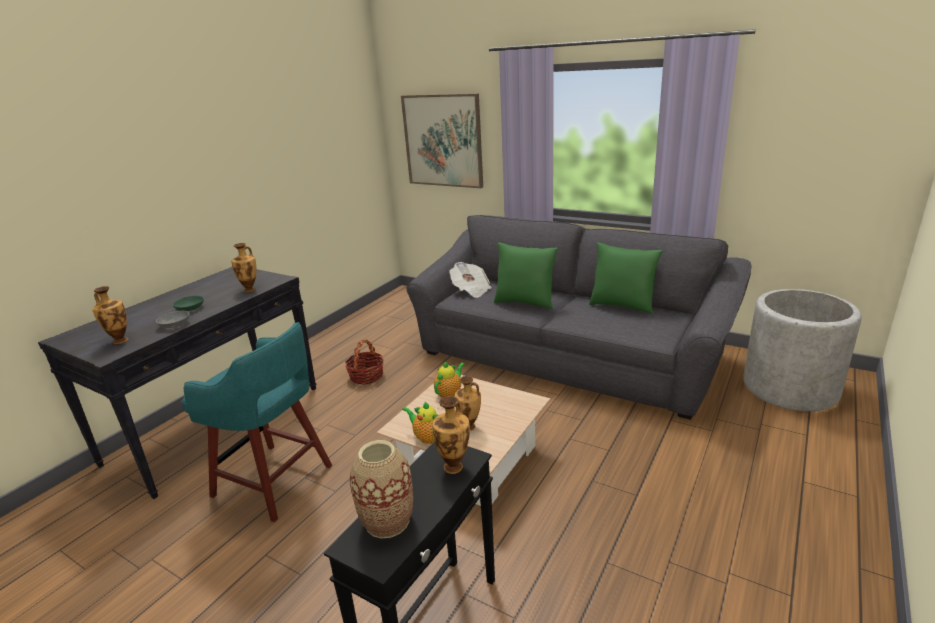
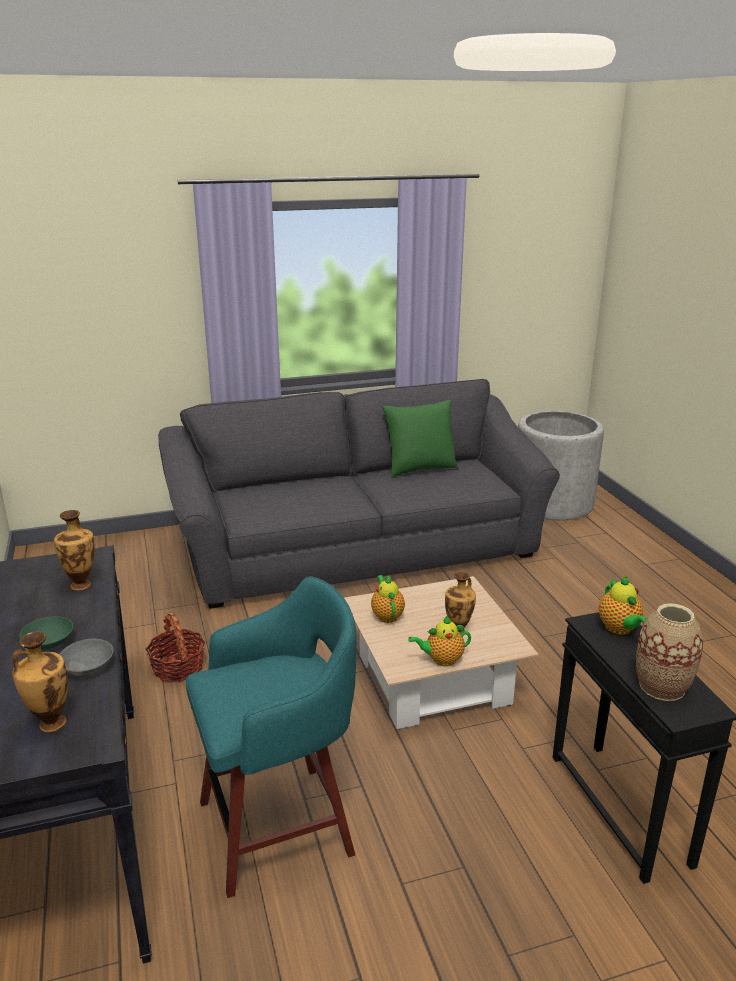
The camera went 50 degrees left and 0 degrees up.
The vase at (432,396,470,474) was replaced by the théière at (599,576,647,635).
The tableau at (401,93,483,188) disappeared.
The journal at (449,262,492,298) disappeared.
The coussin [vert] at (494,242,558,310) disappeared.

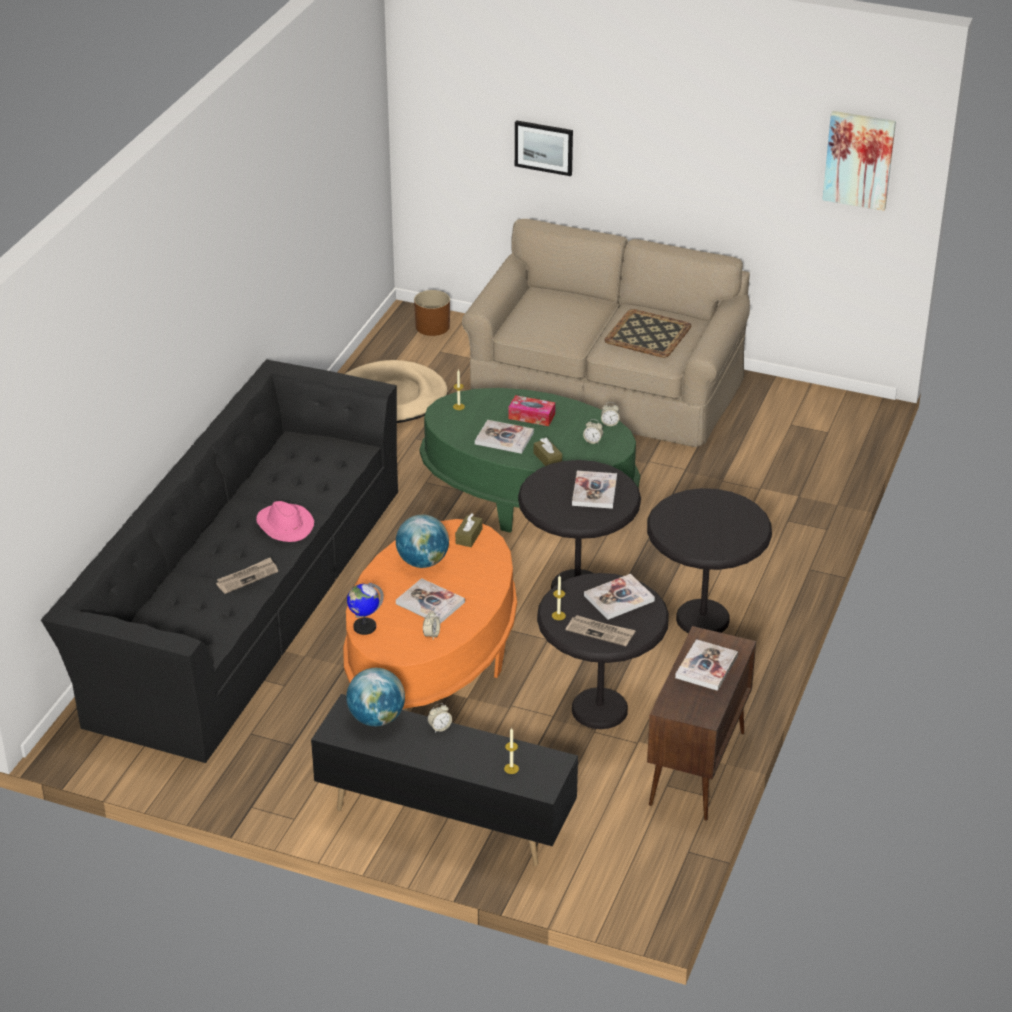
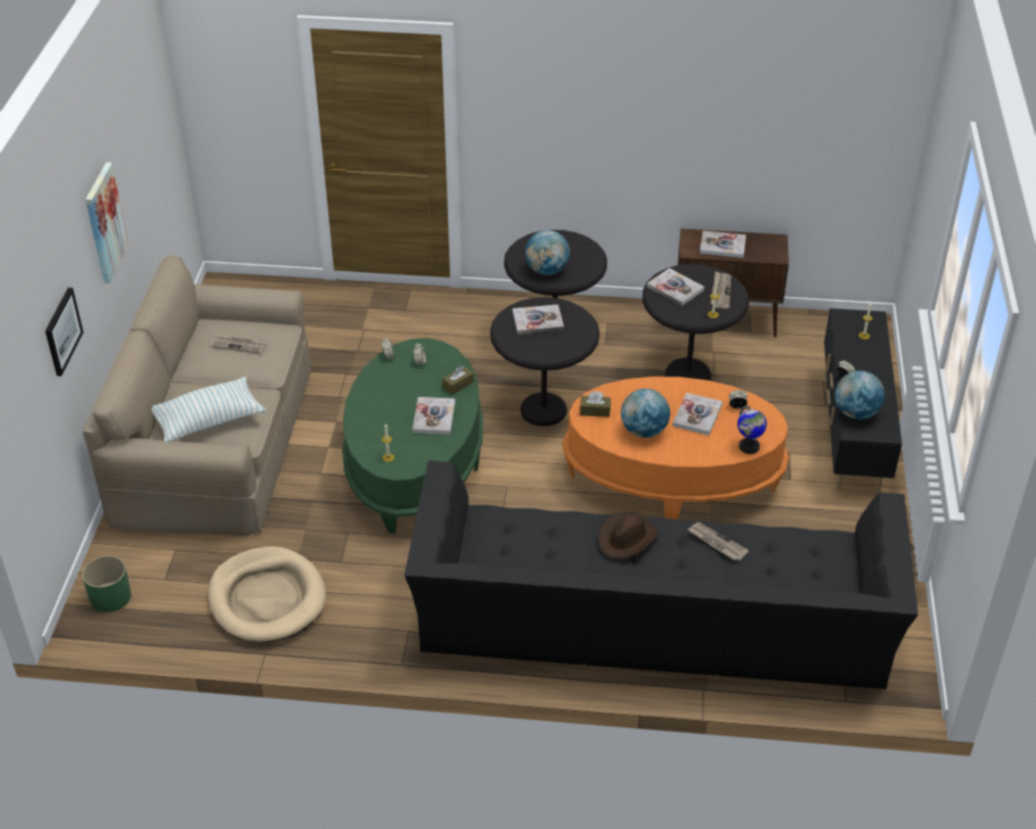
The camera went 105 degrees left and 5 degrees up.
The cache-pot [marron] at (414,290,450,336) became the cache-pot [vert] at (82,556,131,612).
The tableau moved from (822,111,896,211) to (85,162,129,284).
The coussin at (152,377,266,443) appeared.
The plateau at (604,309,691,358) was replaced by the journal at (210,334,267,354).
The globe at (525,230,570,275) appeared.
The chapeau [rose] at (256,501,314,542) became the chapeau [marron] at (598,512,658,559).
The boîte à mouchoirs at (508,395,555,426) disappeared.

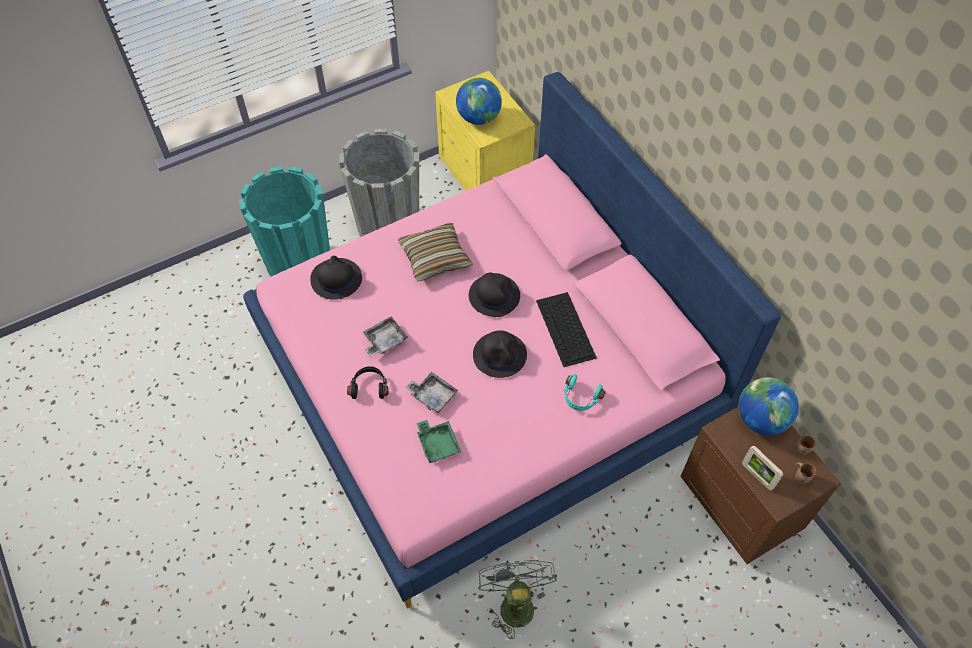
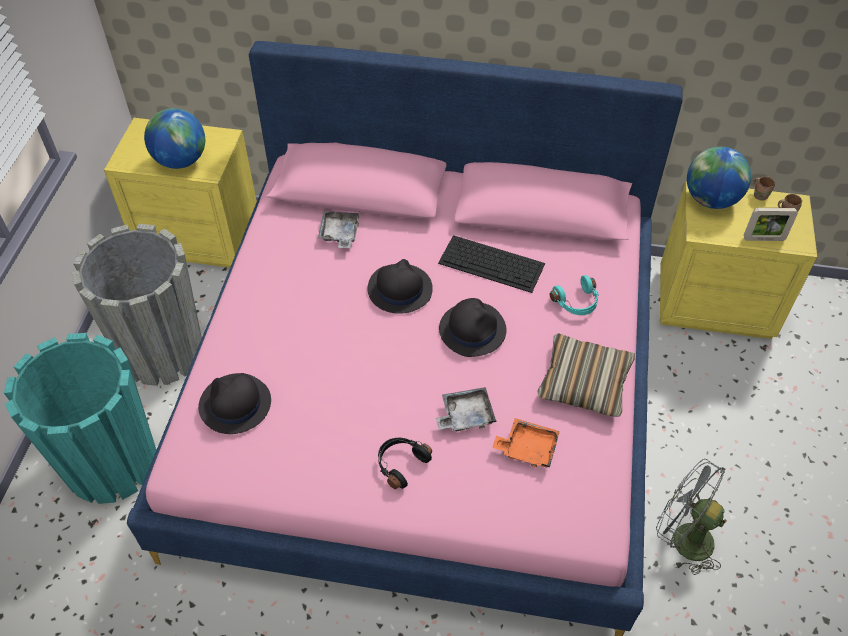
The camera went 50 degrees left and 5 degrees down.
The plateau [gris] moved from (363,316,408,357) to (318,211,359,248).
The plateau [vert] at (417,420,461,463) became the plateau [orange] at (492,418,560,467).
The coussin moved from (398,223,473,281) to (537,334,635,417).
The table de chevet [marron] at (681,406,841,564) became the table de chevet [jaune] at (660,181,817,339).

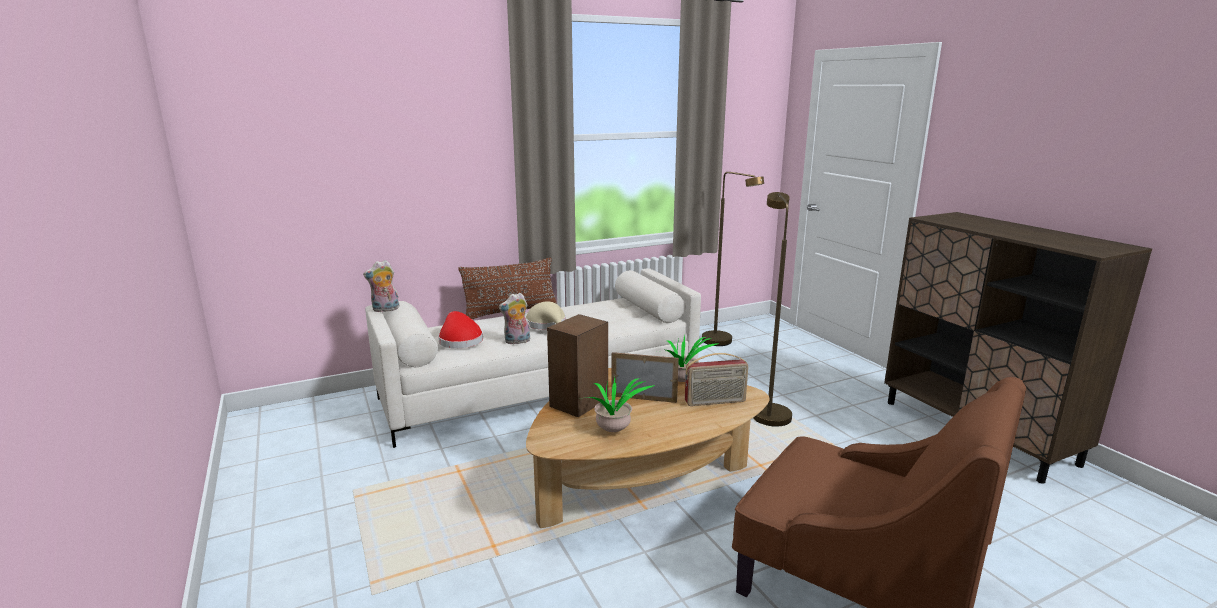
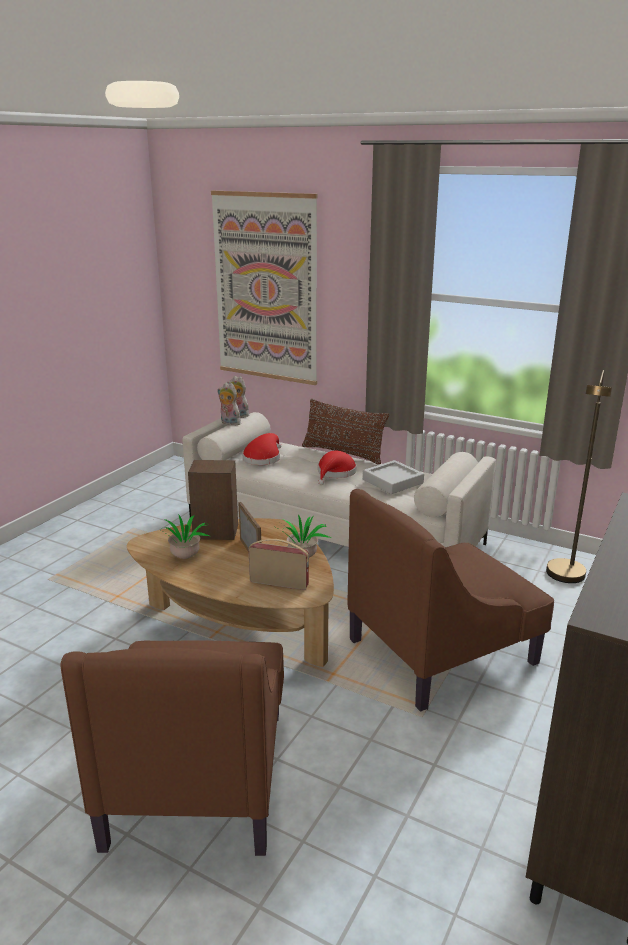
The camera went 55 degrees right and 5 degrees up.
The tableau at (211,191,317,385) appeared.
The peluche moved from (498,293,530,344) to (218,382,241,425).
The radio at (685,353,748,406) turned 150 degrees clockwise.
The chapeau [beige] at (525,301,566,330) became the chapeau [rouge] at (318,451,357,485).
The lampadaire [marron] at (753,192,792,427) was replaced by the fauteuil [marron] at (347,489,554,712).
The plateau [gris] at (363,460,424,494) appeared.

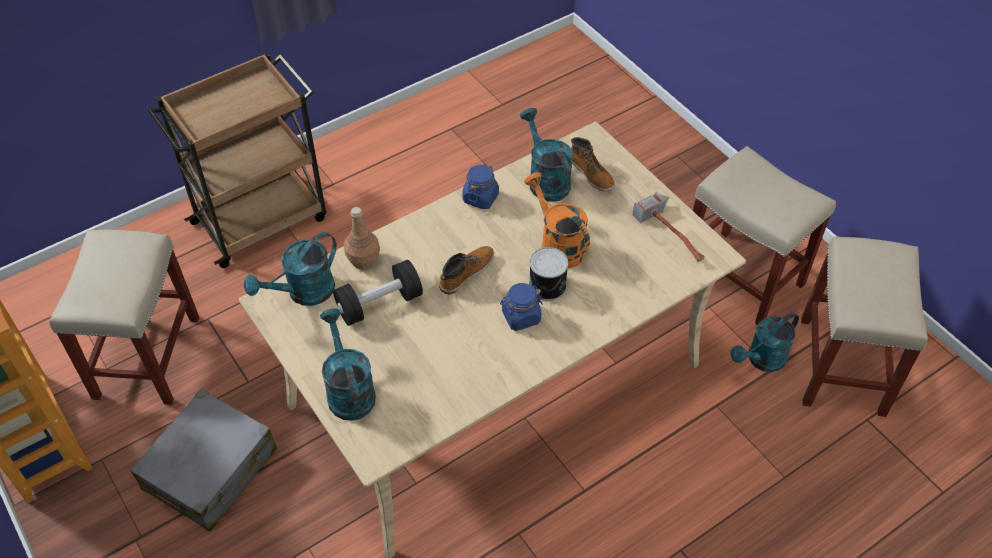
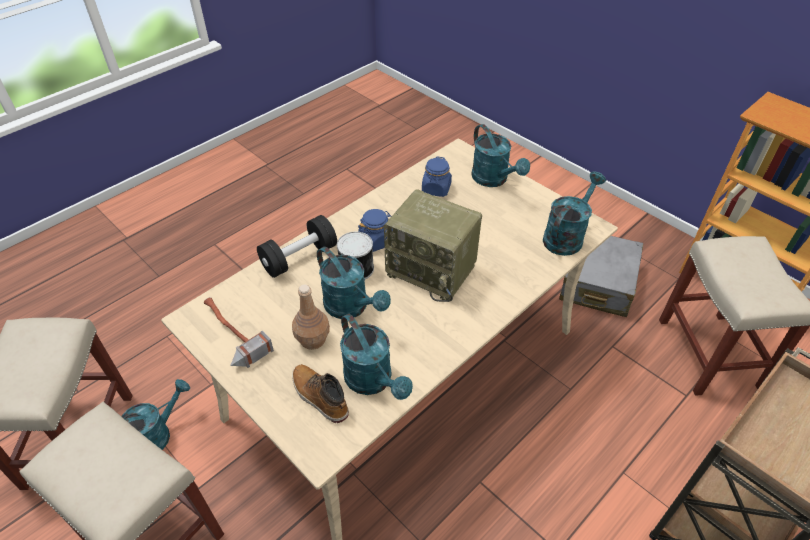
The camera went 170 degrees right and 5 degrees down.
The haltère [noir] moved from (333,260,423,326) to (257,215,337,278).
The bouteille [marron] moved from (344,207,380,270) to (292,284,330,350).
The arrosoir [orange] at (524,172,590,268) became the arrosoir [turquoise] at (317,247,391,319).
The botte at (439,246,494,294) was replaced by the radio at (384,189,482,302).
The bocal [bleu] moved from (462,164,499,210) to (422,156,452,197).

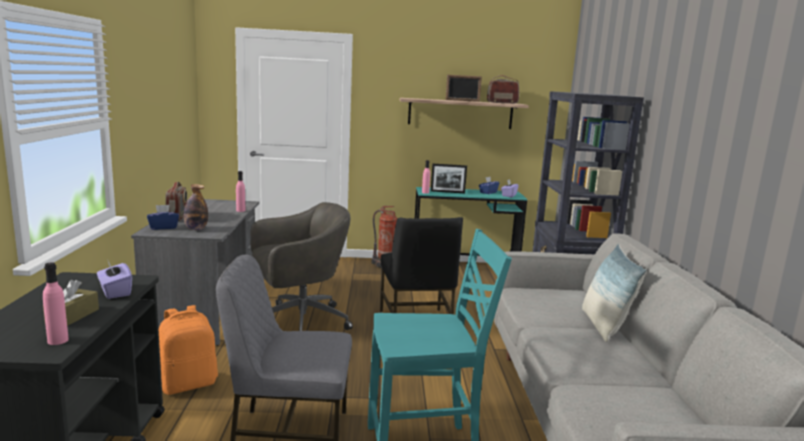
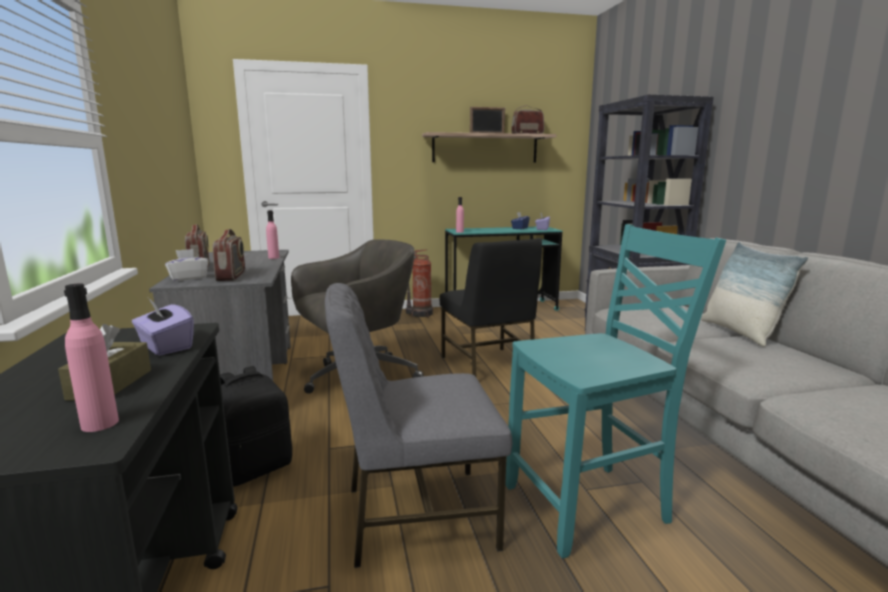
The camera went 10 degrees left and 0 degrees up.
The boîte à mouchoirs [bleu] at (147,205,179,230) became the boîte à mouchoirs [blanc] at (165,249,208,281).
The bouteille at (184,184,208,230) was replaced by the radio at (212,229,245,281).
The sac à dos [orange] at (159,305,218,395) became the sac à dos [noir] at (220,366,292,487).
The cadre photo at (431,164,467,193) disappeared.

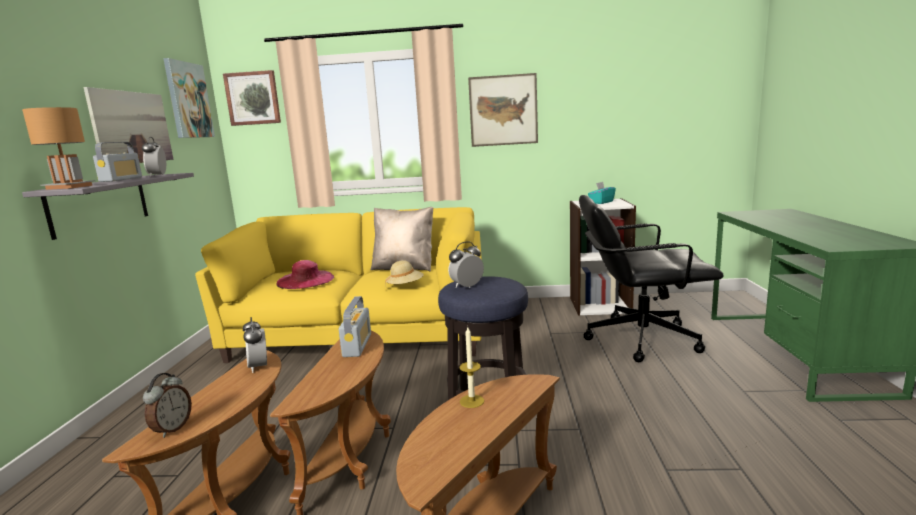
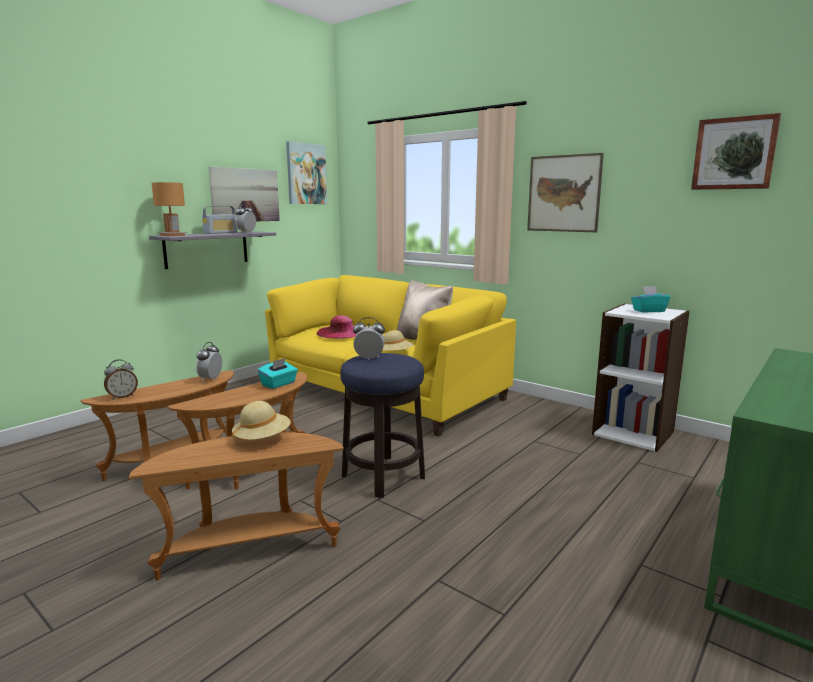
The camera went 35 degrees right and 0 degrees up.
The bougie at (459,327,484,408) was replaced by the chapeau [beige] at (232,401,291,445).
The radio at (339,296,371,357) was replaced by the boîte à mouchoirs [turquoise] at (258,358,298,389).
The tableau moved from (223,70,281,126) to (691,113,781,190).
The chaise de bureau [noir] at (579,195,724,362) disappeared.

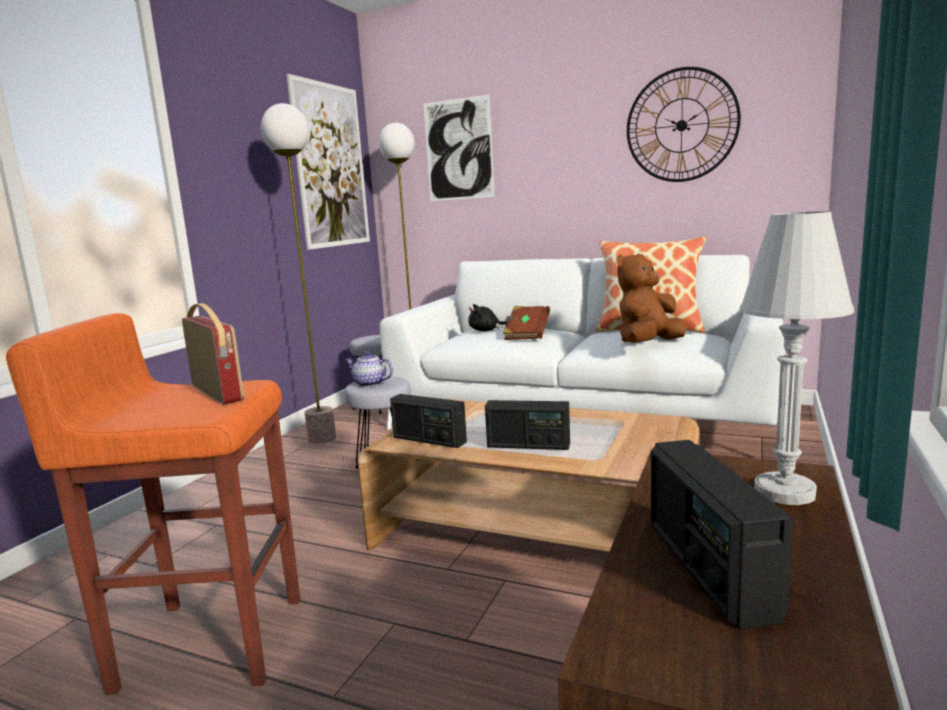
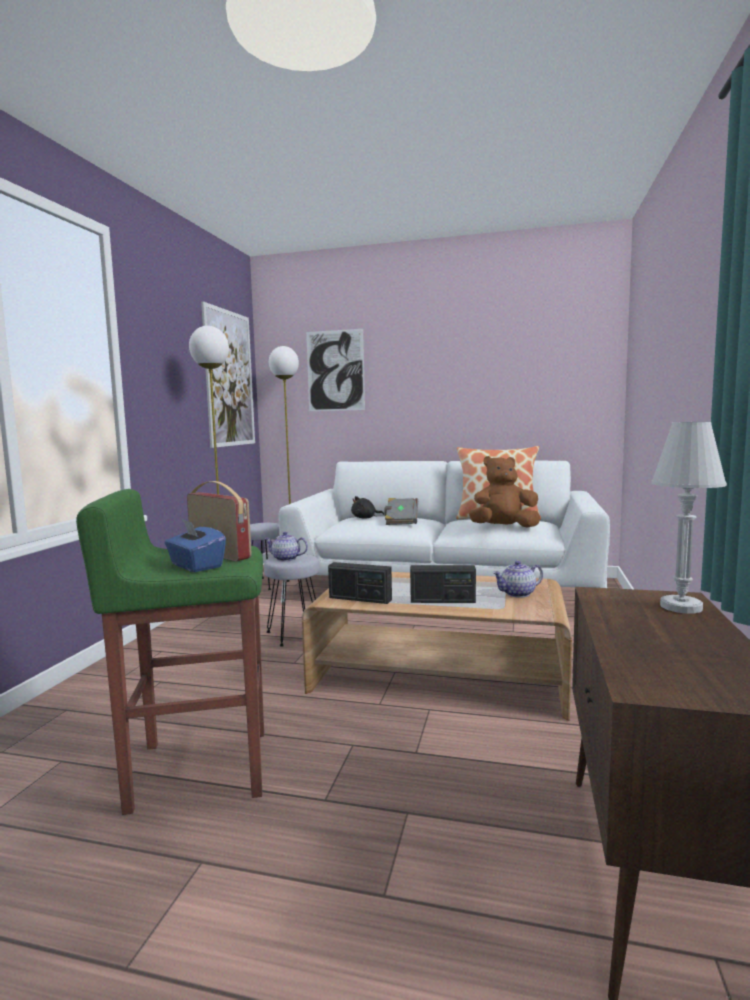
The camera went 10 degrees left and 5 degrees down.
The tabouret [orange] at (6,313,300,695) became the tabouret [vert] at (76,489,264,815).
The boîte à mouchoirs [bleu] at (164,519,226,572) appeared.
The livre [marron] at (503,306,550,340) became the livre [gris] at (384,498,418,525).
The peluche [marron] at (617,254,686,343) turned 45 degrees clockwise.
The théière at (493,561,543,598) appeared.
The horloge murale at (627,67,741,182) disappeared.
The radio at (651,440,794,629) disappeared.

